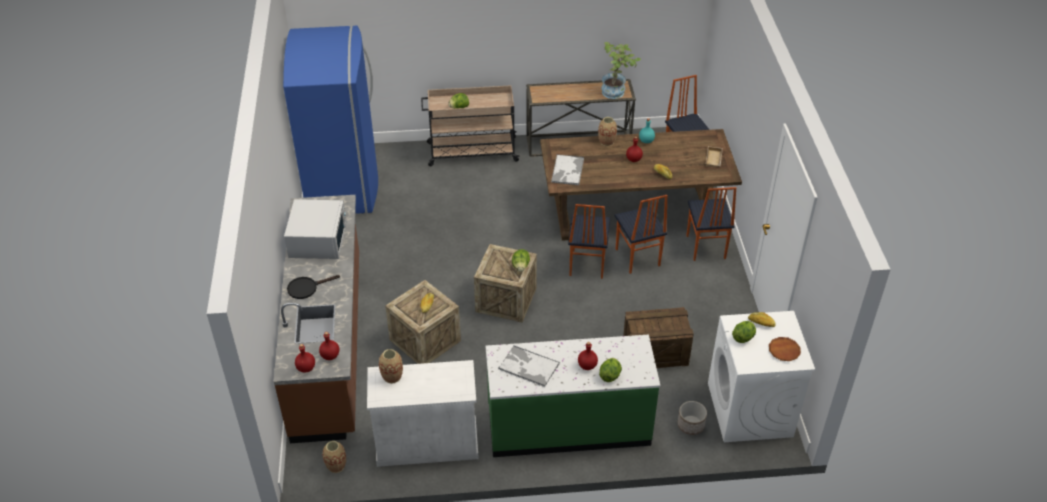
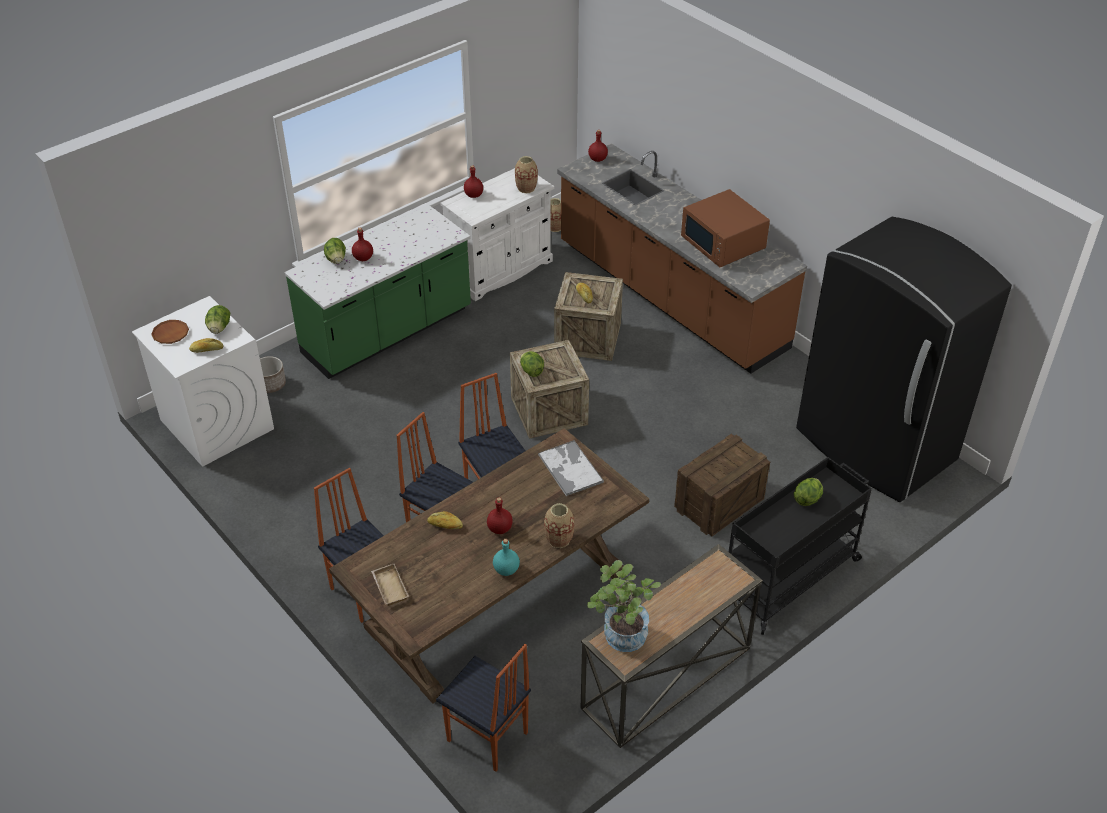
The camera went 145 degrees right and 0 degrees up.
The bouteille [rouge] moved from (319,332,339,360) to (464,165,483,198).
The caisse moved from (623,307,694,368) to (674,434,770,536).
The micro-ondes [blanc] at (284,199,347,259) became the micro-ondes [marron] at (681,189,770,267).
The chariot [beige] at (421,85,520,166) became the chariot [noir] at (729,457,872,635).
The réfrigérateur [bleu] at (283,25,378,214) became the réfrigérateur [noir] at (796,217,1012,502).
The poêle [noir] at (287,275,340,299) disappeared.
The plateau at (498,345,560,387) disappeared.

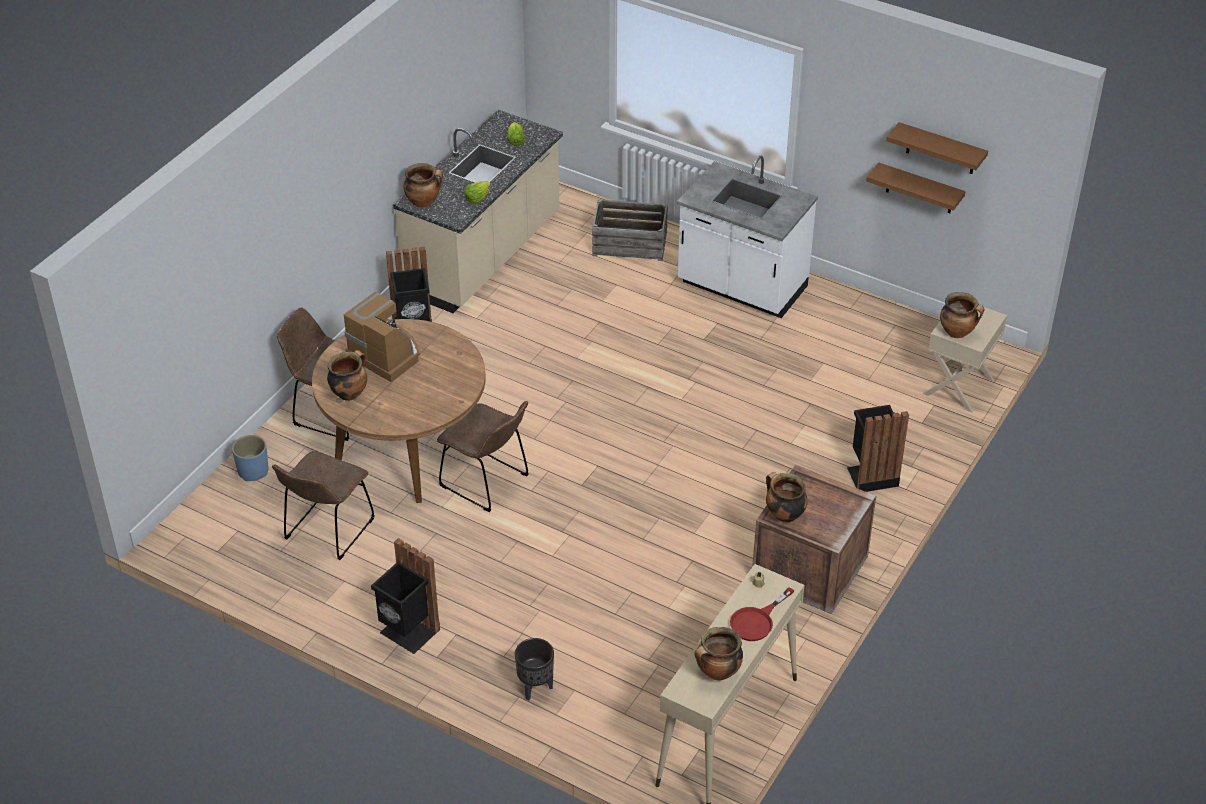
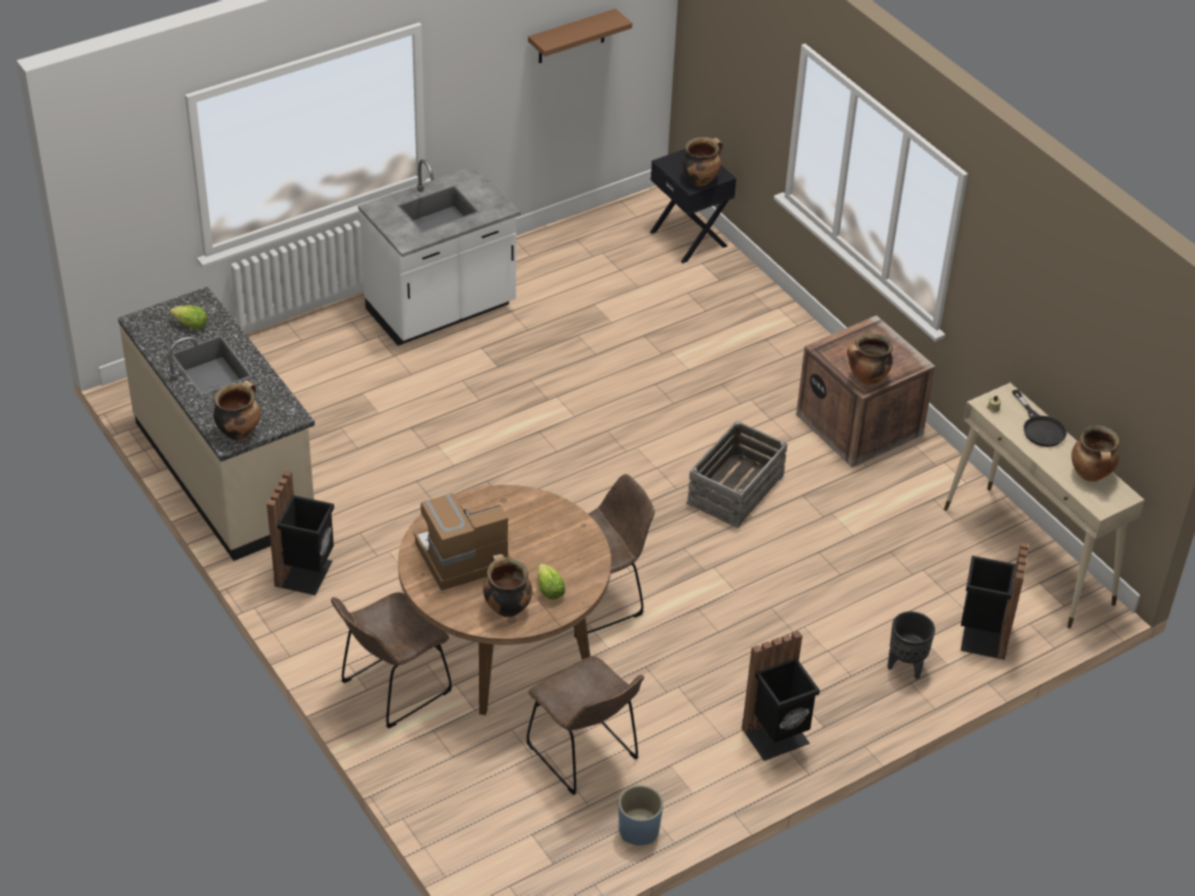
The camera went 65 degrees left and 0 degrees up.
The laitue moved from (464,181,491,203) to (538,563,565,600).
The cache-pot [bleu] moved from (232,435,269,481) to (618,785,663,846).
The table de chevet [beige] at (923,307,1007,412) became the table de chevet [noir] at (650,149,736,264).
The caisse moved from (592,199,668,261) to (686,421,788,528).
The poubelle [noir] moved from (847,405,909,492) to (961,541,1029,660).
The poêle [rouge] at (730,587,794,641) became the poêle [noir] at (1012,389,1067,447).
The étagère [marron] at (866,163,966,213) disappeared.

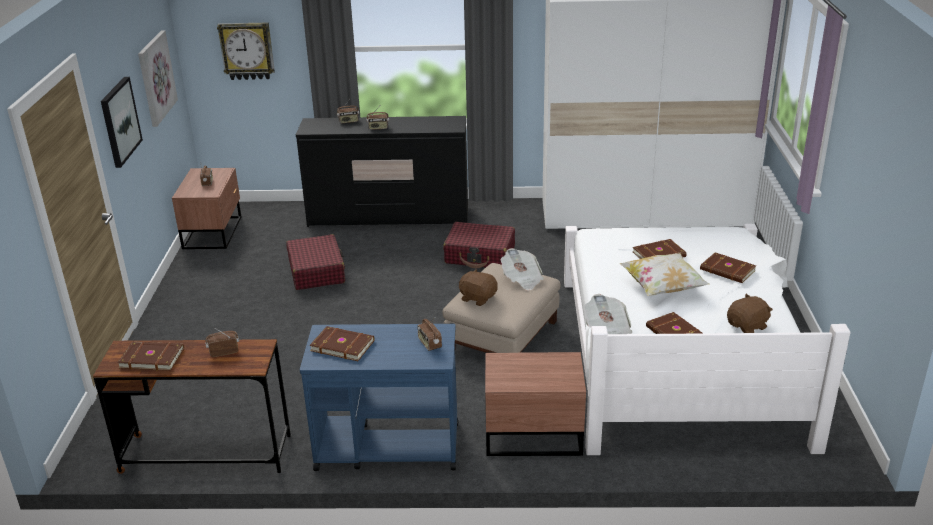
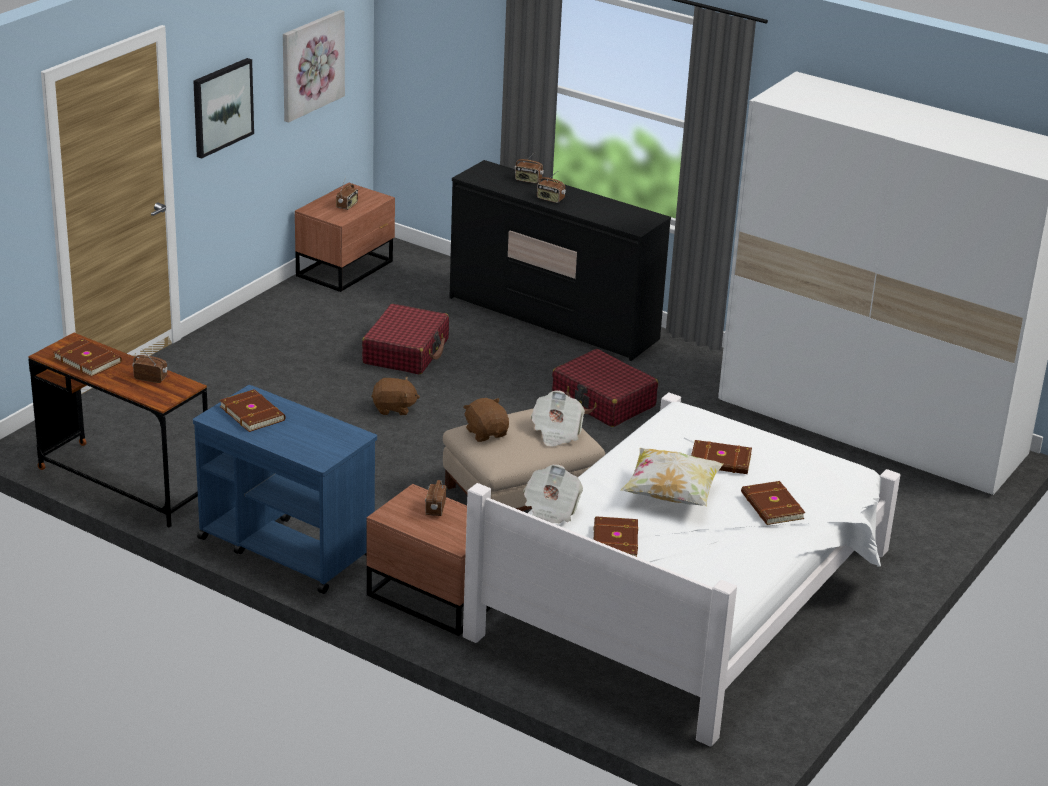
The camera went 30 degrees right and 0 degrees up.
The peluche [marron] moved from (727,294,773,333) to (371,377,420,415).
The radio moved from (418,318,442,351) to (425,480,446,516).
The horloge murale at (217,23,275,80) disappeared.

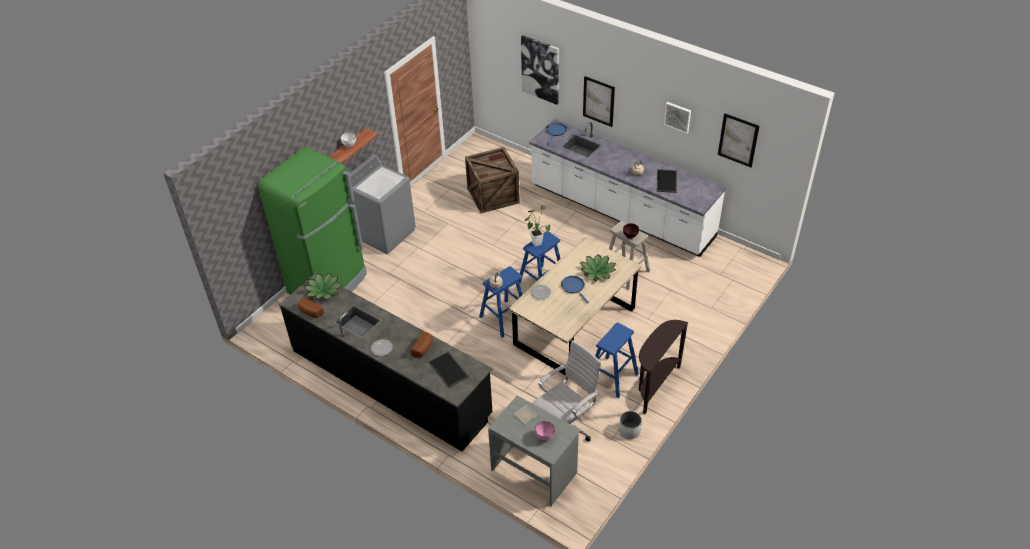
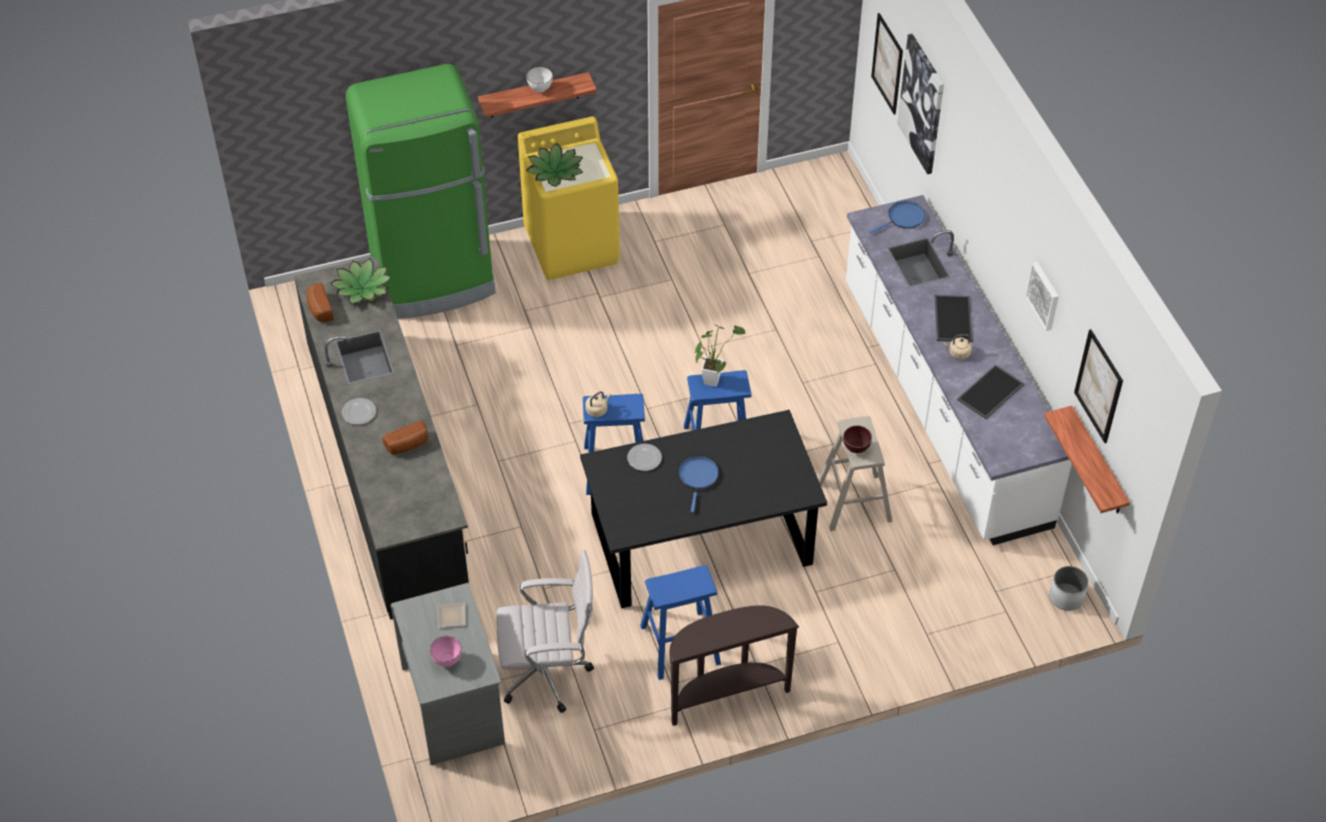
The camera went 35 degrees right and 5 degrees up.
The lave-linge [gris] at (349,154,416,254) became the lave-linge [jaune] at (518,116,620,280).
The plante en pot moved from (580,254,616,281) to (526,143,583,187).
The table à manger [beige] at (508,237,641,375) became the table à manger [noir] at (580,410,827,608).
The tableau moved from (583,76,615,127) to (871,13,903,115).
The plateau moved from (428,351,469,388) to (935,295,973,342).
The étagère at (1044,406,1130,514) appeared.
The cache-pot [blanc] moved from (619,411,642,439) to (1049,566,1089,611).
The caisse at (465,147,520,213) disappeared.

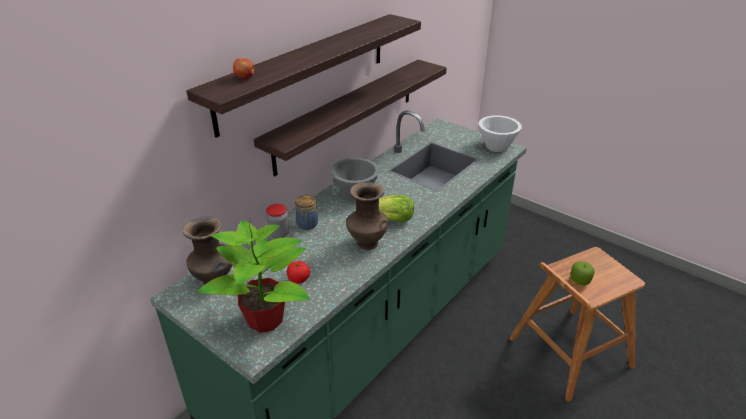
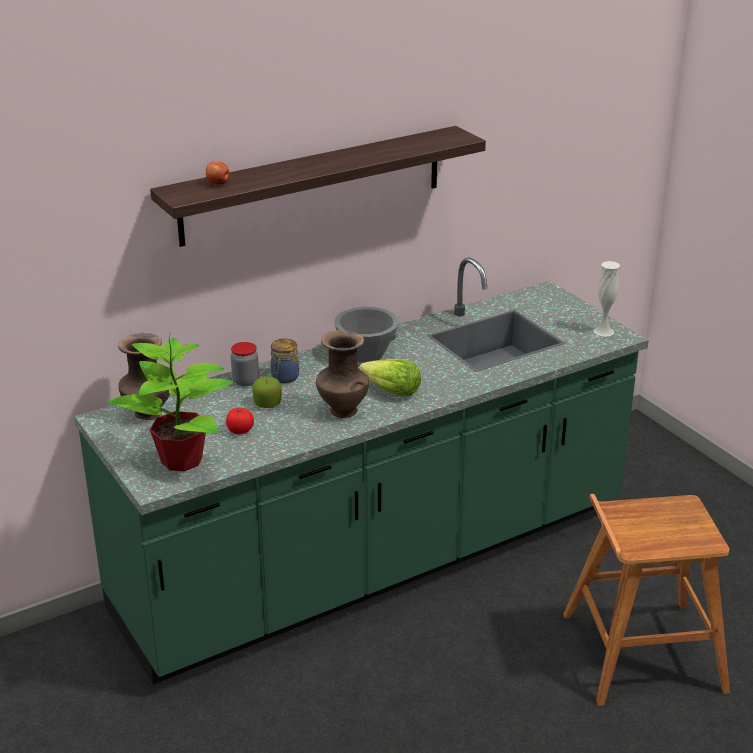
The camera went 20 degrees right and 5 degrees down.
The pomme moved from (570,261,595,285) to (252,376,282,408).
The bol [blanc] at (479,115,522,152) was replaced by the vase [blanc] at (593,261,620,337).
The étagère at (254,60,447,176) disappeared.

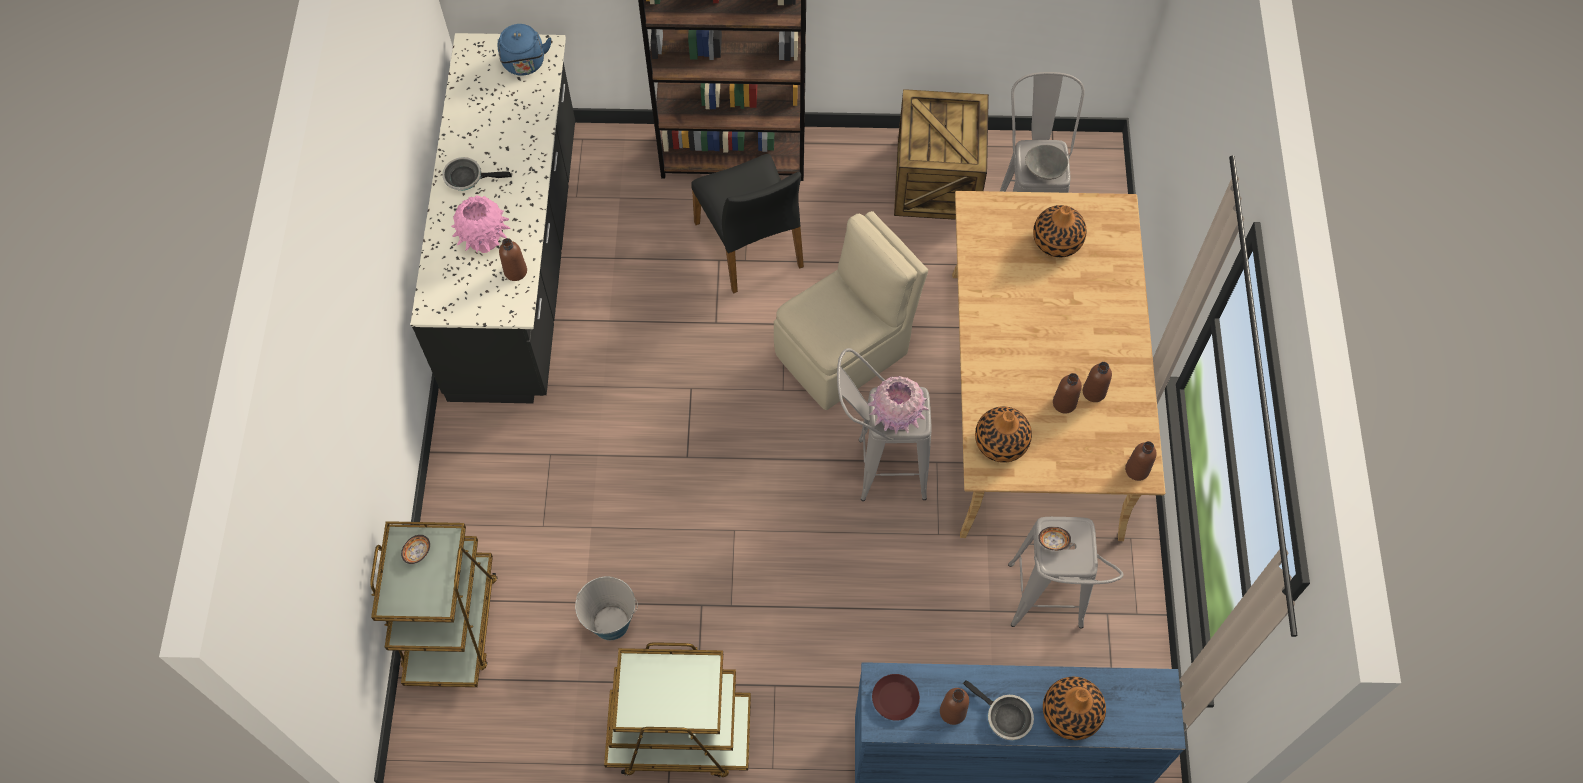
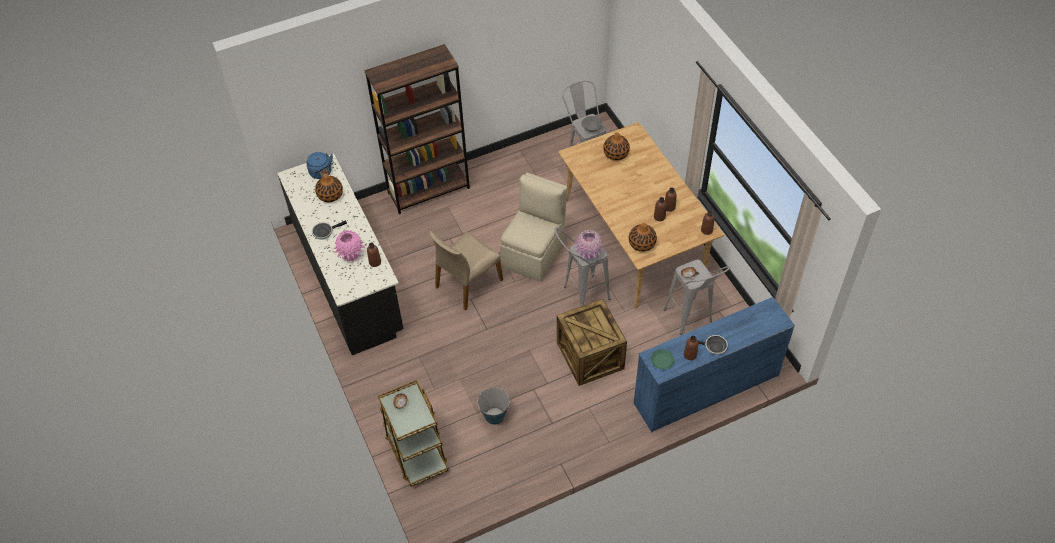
The camera went 25 degrees left and 10 degrees down.
The vase moved from (1043,677,1106,740) to (315,174,343,202).
The chaise [beige] at (429,231,503,311) appeared.
The caisse moved from (894,89,989,220) to (557,299,627,386).
The assiette [marron] at (872,674,920,721) became the assiette [vert] at (651,349,675,369).
The chariot [marron] at (604,642,751,778) disappeared.
The chaise [noir] at (692,154,804,294) disappeared.

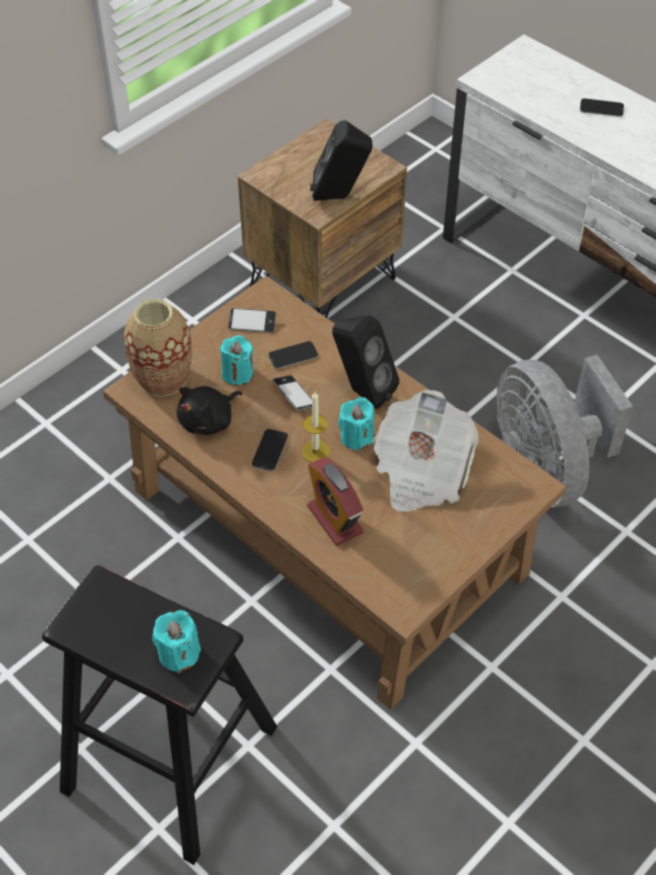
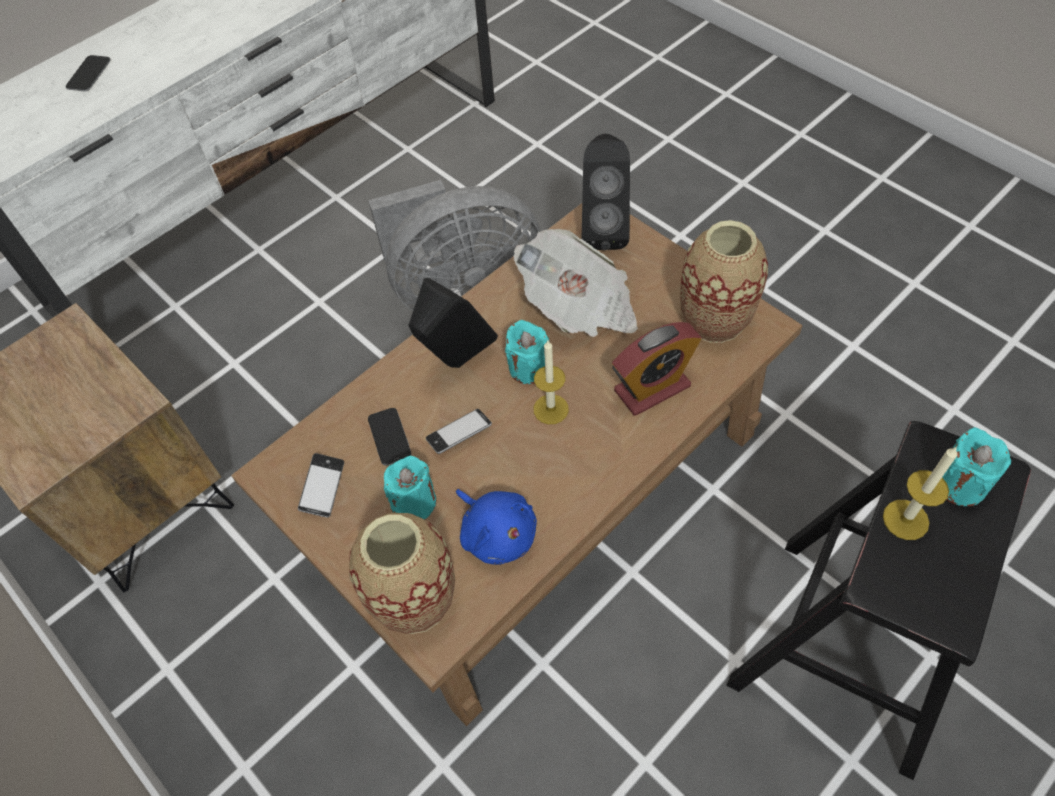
The camera went 85 degrees left and 5 degrees up.
The peluche [noir] at (177,386,242,435) became the peluche [bleu] at (456,489,537,565).
The enceinte [noir] moved from (310,120,373,201) to (582,134,630,250).
The vase at (680,220,768,343) appeared.
The bougie at (883,446,958,540) appeared.
The téléphone at (252,429,288,471) disappeared.

